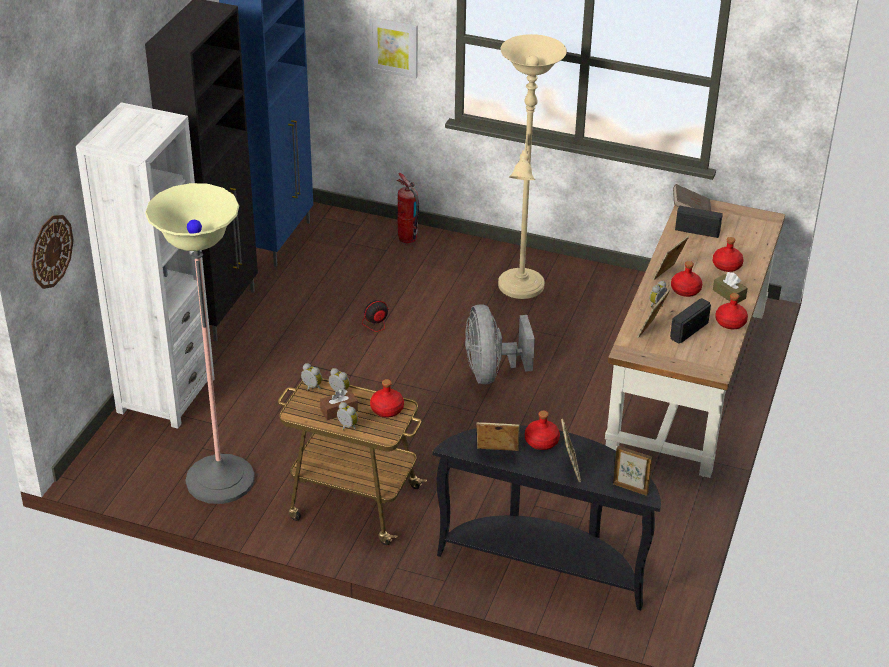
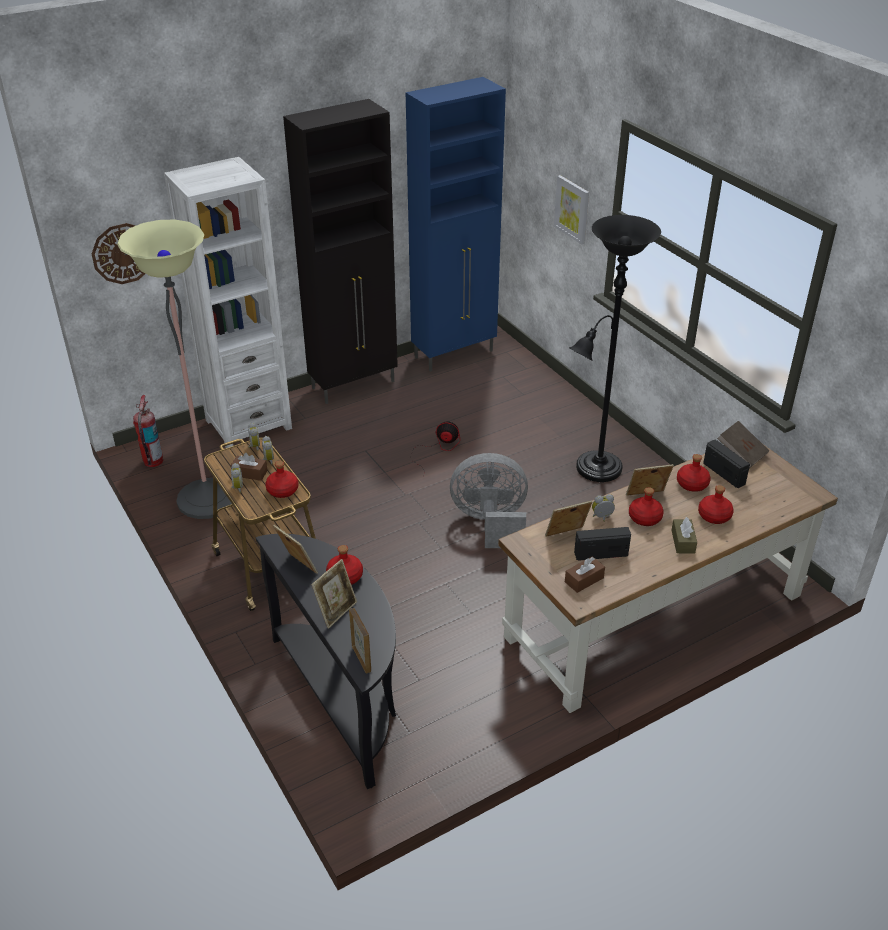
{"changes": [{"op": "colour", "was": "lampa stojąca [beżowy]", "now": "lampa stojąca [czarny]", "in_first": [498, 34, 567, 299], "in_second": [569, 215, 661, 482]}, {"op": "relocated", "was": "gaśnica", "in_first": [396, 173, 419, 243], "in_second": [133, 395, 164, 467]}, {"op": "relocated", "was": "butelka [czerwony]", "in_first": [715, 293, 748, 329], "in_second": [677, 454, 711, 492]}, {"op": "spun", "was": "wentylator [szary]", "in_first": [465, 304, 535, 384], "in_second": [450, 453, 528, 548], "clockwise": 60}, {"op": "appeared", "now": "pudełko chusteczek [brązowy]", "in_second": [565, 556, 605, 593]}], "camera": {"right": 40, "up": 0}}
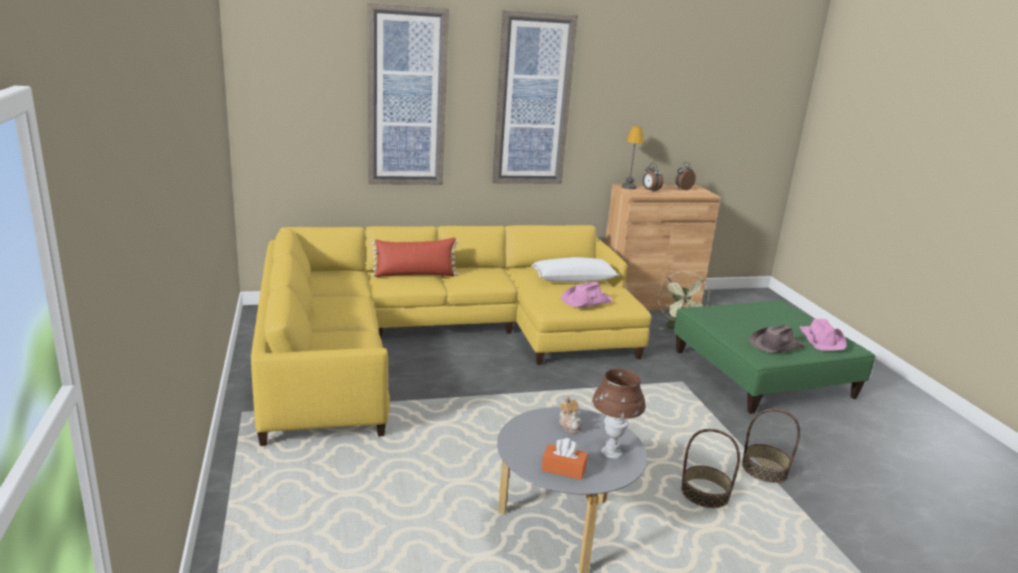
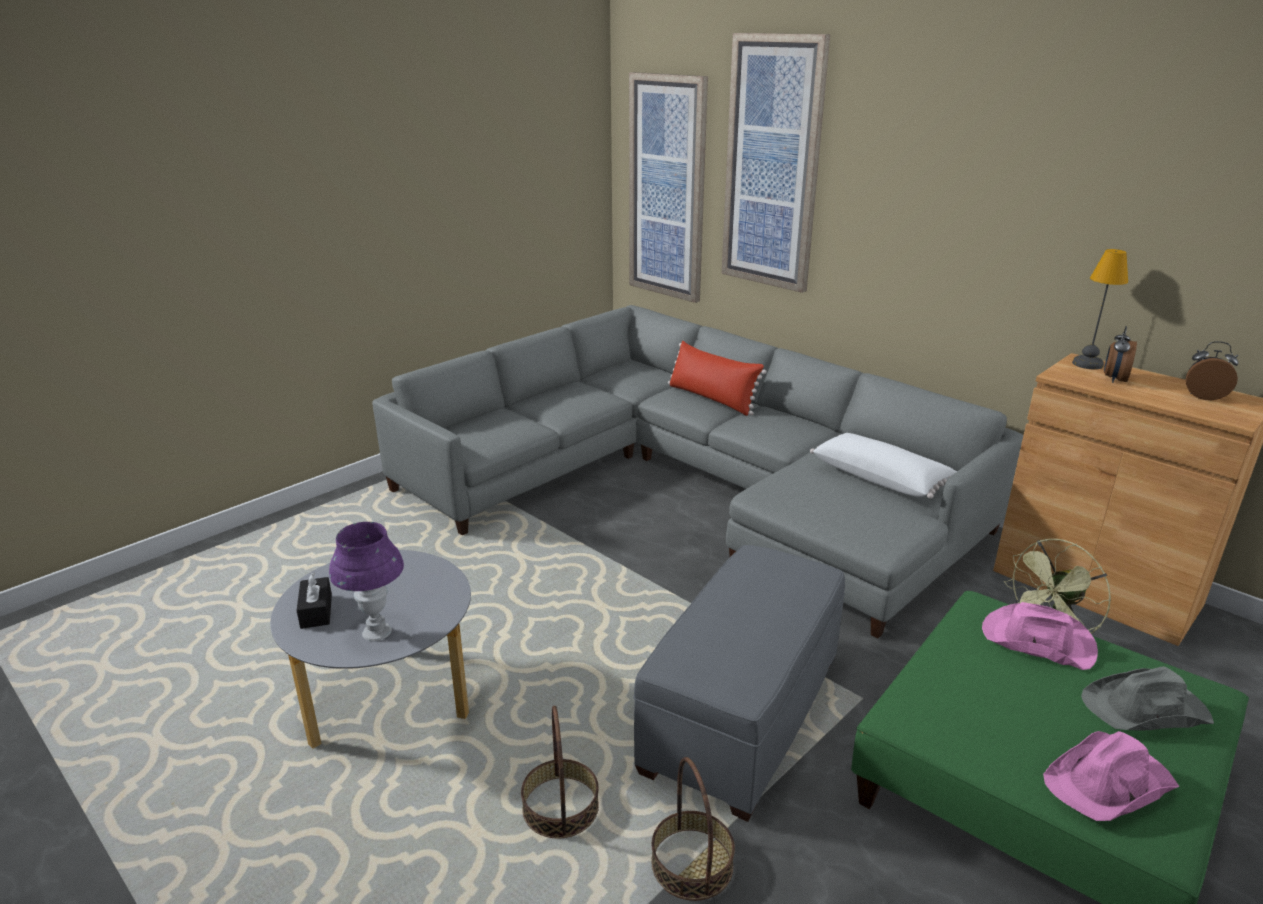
{"changes": [{"op": "relocated", "was": "obraz", "in_first": [492, 10, 578, 184], "in_second": [629, 72, 708, 303]}, {"op": "colour", "was": "kanapa [żółty]", "now": "kanapa [szary]", "in_first": [251, 225, 651, 446], "in_second": [372, 305, 1023, 638]}, {"op": "relocated", "was": "kapelusz [różowy]", "in_first": [561, 282, 613, 307], "in_second": [982, 602, 1098, 670]}, {"op": "missing", "was": "kapelusz [brązowy]", "in_first": [748, 325, 805, 353]}, {"op": "colour", "was": "lampa stołowa [brązowy]", "now": "lampa stołowa [fioletowy]", "in_first": [592, 369, 645, 459], "in_second": [329, 522, 404, 641]}, {"op": "missing", "was": "imbryk", "in_first": [559, 397, 582, 434]}, {"op": "colour", "was": "pudełko chusteczek [pomarańczowy]", "now": "pudełko chusteczek [czarny]", "in_first": [542, 438, 588, 480], "in_second": [296, 572, 332, 629]}, {"op": "appeared", "now": "pufa [szary]", "in_second": [633, 545, 845, 822]}, {"op": "appeared", "now": "kapelusz [szary]", "in_second": [1081, 667, 1214, 731]}], "camera": {"right": 60, "up": 5}}
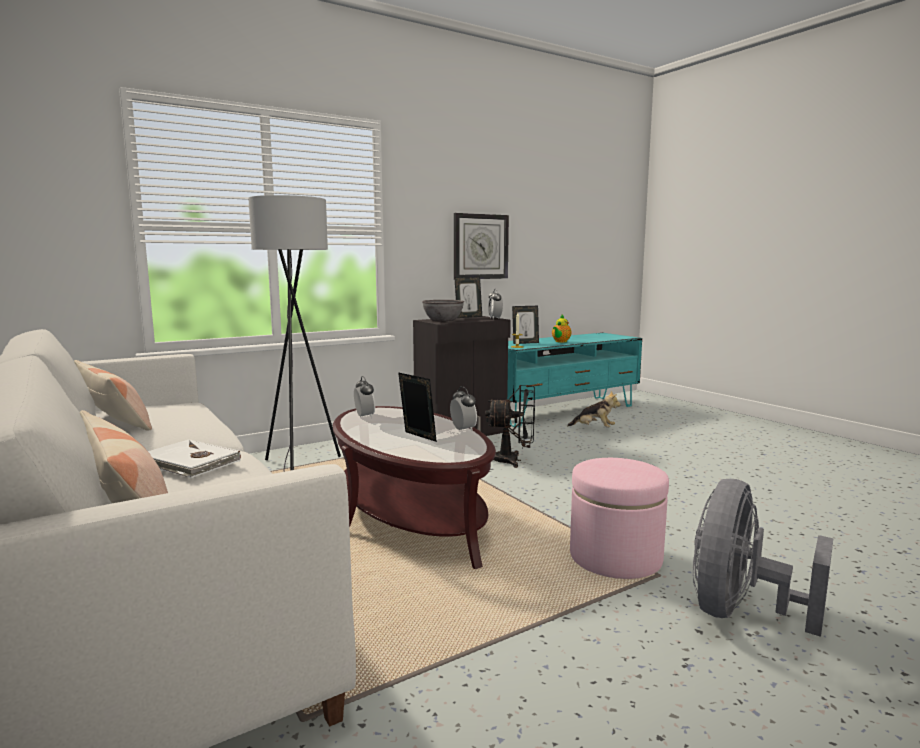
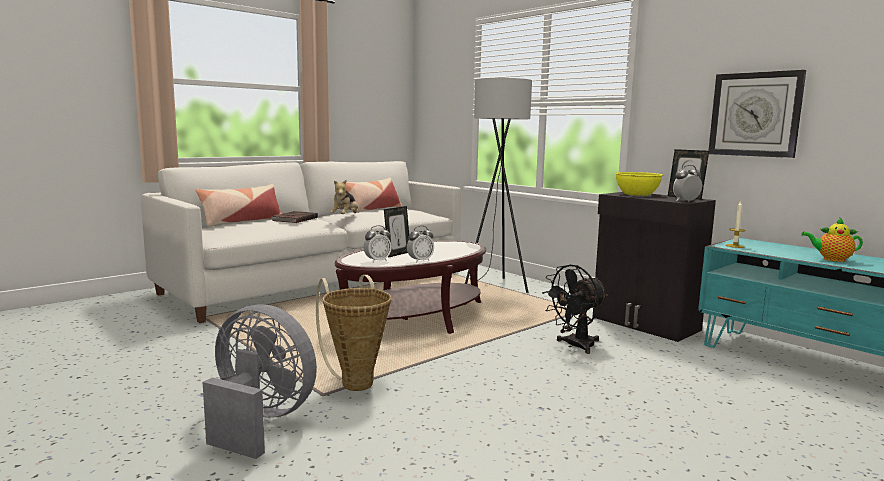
{"changes": [{"op": "colour", "was": "miska [szary]", "now": "miska [żółty]", "in_first": [422, 300, 464, 322], "in_second": [615, 172, 663, 196]}, {"op": "missing", "was": "ramka na zdjęcie", "in_first": [512, 306, 539, 344]}, {"op": "relocated", "was": "budzik", "in_first": [354, 376, 375, 418], "in_second": [364, 225, 392, 263]}, {"op": "spun", "was": "wentylator [czarny]", "in_first": [485, 385, 535, 468], "in_second": [542, 265, 608, 354], "clockwise": 60}, {"op": "relocated", "was": "pluszak", "in_first": [567, 391, 621, 427], "in_second": [330, 180, 358, 214]}, {"op": "colour", "was": "książka [biały]", "now": "książka [brązowy]", "in_first": [148, 439, 241, 478], "in_second": [270, 211, 318, 223]}, {"op": "exchanged", "was": "pufa [różowy]", "now": "koszyk", "in_first": [570, 458, 669, 579], "in_second": [316, 275, 391, 391]}], "camera": {"right": 80, "up": 0}}
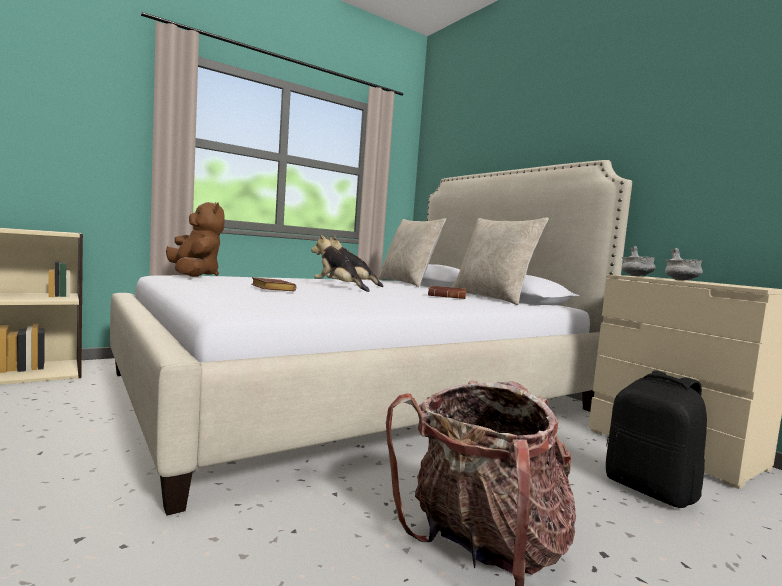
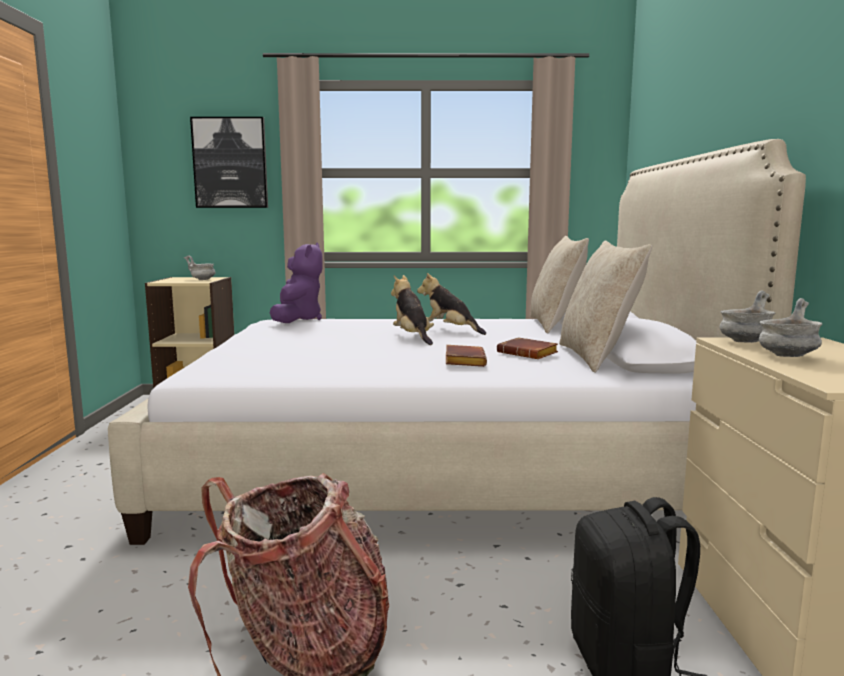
{"changes": [{"op": "colour", "was": "pluszak [brązowy]", "now": "pluszak [fioletowy]", "in_first": [166, 202, 225, 277], "in_second": [270, 242, 323, 323]}, {"op": "relocated", "was": "książka [brązowy]", "in_first": [251, 277, 296, 291], "in_second": [446, 345, 487, 367]}, {"op": "appeared", "now": "obraz", "in_second": [190, 117, 268, 208]}, {"op": "appeared", "now": "miska [szary]", "in_second": [184, 255, 216, 280]}], "camera": {"right": 35, "up": 5}}
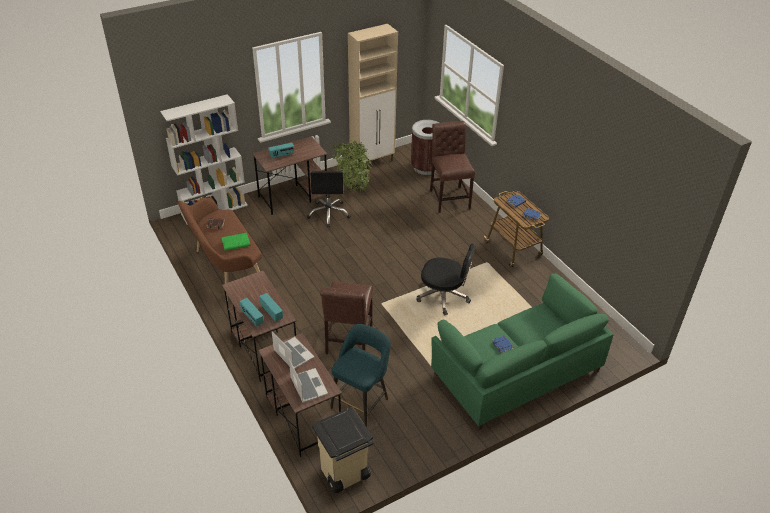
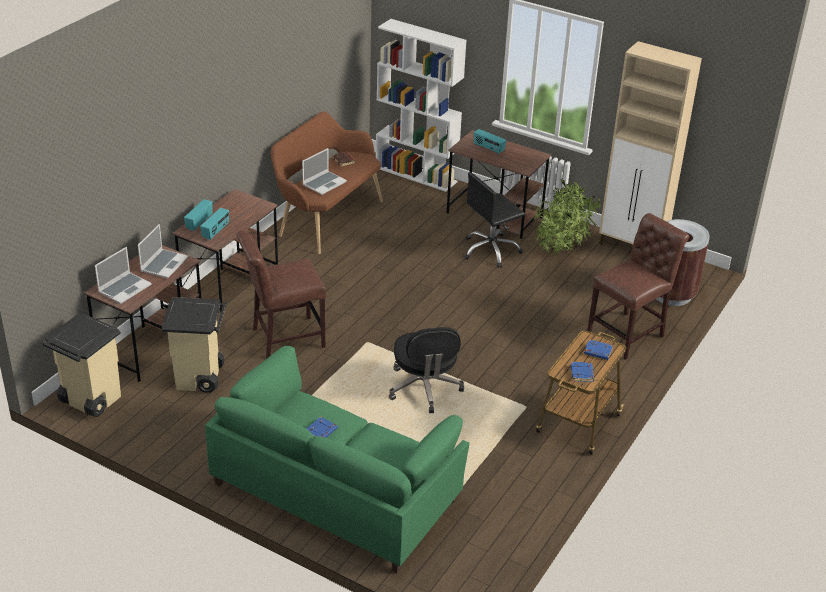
{"changes": [{"op": "exchanged", "was": "książka [zielony]", "now": "laptop", "in_first": [221, 233, 250, 251], "in_second": [302, 148, 347, 195]}, {"op": "exchanged", "was": "stołek [turkusowy]", "now": "kosz na śmieci [beżowy]", "in_first": [330, 324, 391, 427], "in_second": [162, 297, 226, 393]}], "camera": {"right": 60, "up": -5}}
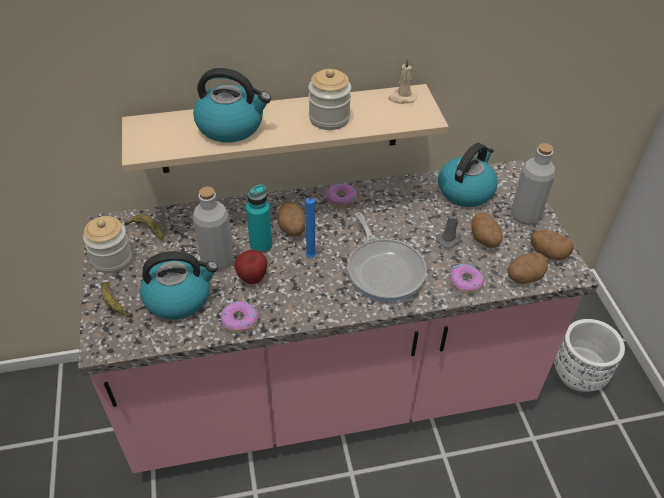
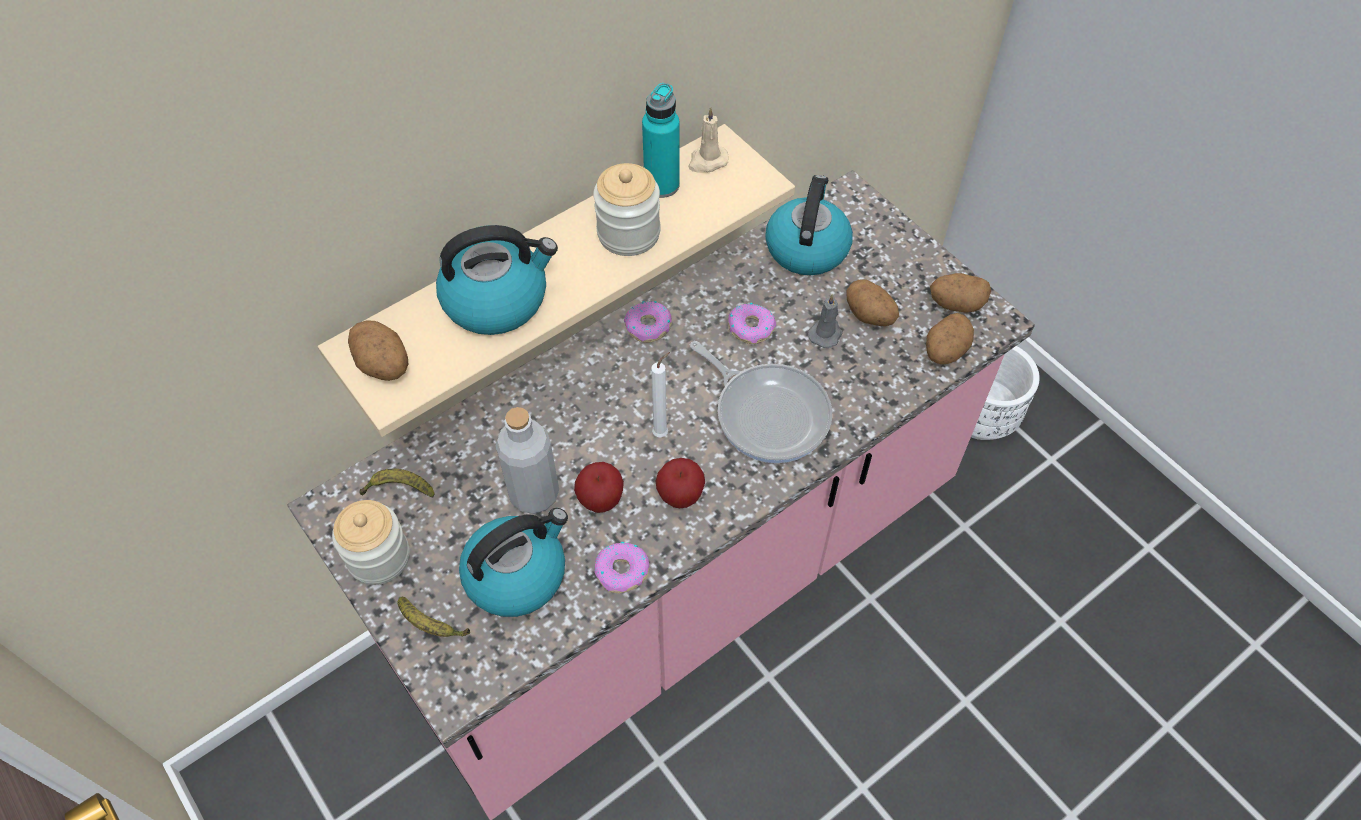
{"changes": [{"op": "missing", "was": "butelka [szary]", "in_first": [511, 143, 555, 225]}, {"op": "relocated", "was": "butelka [turkusowy]", "in_first": [246, 184, 272, 253], "in_second": [642, 83, 680, 198]}, {"op": "colour", "was": "świeca [niebieski]", "now": "świeca [biały]", "in_first": [306, 192, 320, 258], "in_second": [651, 352, 670, 438]}, {"op": "relocated", "was": "ziemniak", "in_first": [278, 202, 306, 236], "in_second": [348, 320, 408, 381]}, {"op": "relocated", "was": "donut", "in_first": [449, 264, 484, 293], "in_second": [728, 303, 776, 344]}, {"op": "appeared", "now": "jabłko", "in_second": [656, 458, 705, 508]}], "camera": {"right": -25, "up": 10}}
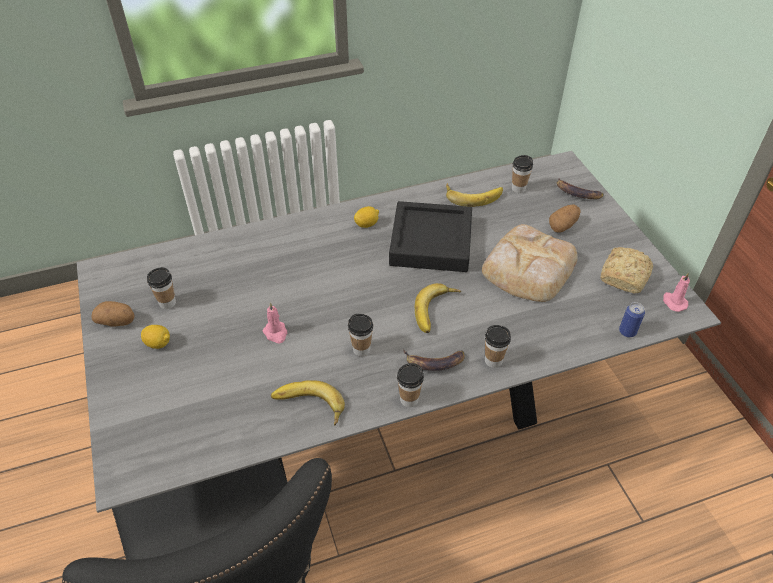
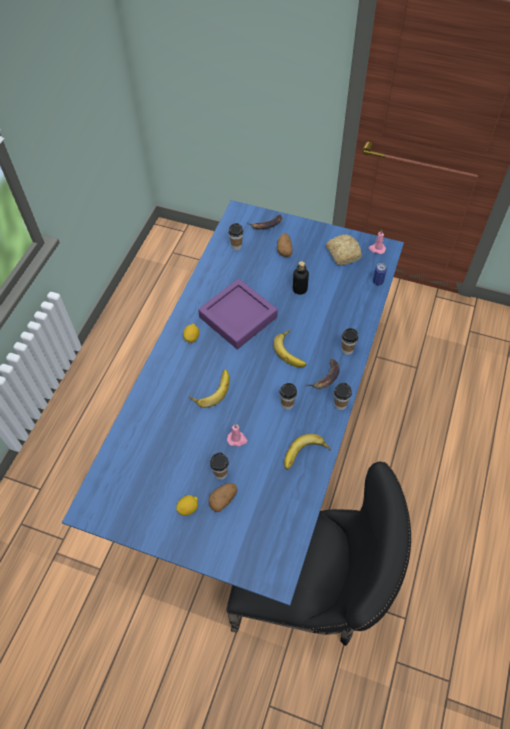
{"changes": [{"op": "colour", "was": "stół jadalny [szary]", "now": "stół jadalny [niebieski]", "in_first": [77, 151, 721, 513], "in_second": [62, 200, 404, 606]}, {"op": "relocated", "was": "banan", "in_first": [446, 183, 503, 207], "in_second": [189, 369, 230, 408]}, {"op": "colour", "was": "taca [czarny]", "now": "taca [fioletowy]", "in_first": [389, 201, 472, 272], "in_second": [198, 279, 278, 349]}, {"op": "exchanged", "was": "chleb", "now": "butelka", "in_first": [482, 224, 578, 302], "in_second": [293, 261, 309, 295]}, {"op": "relocated", "was": "filiżanka", "in_first": [147, 267, 176, 309], "in_second": [210, 453, 229, 480]}, {"op": "relocated", "was": "ziemniak", "in_first": [91, 301, 135, 326], "in_second": [209, 483, 237, 512]}], "camera": {"right": -50, "up": 10}}
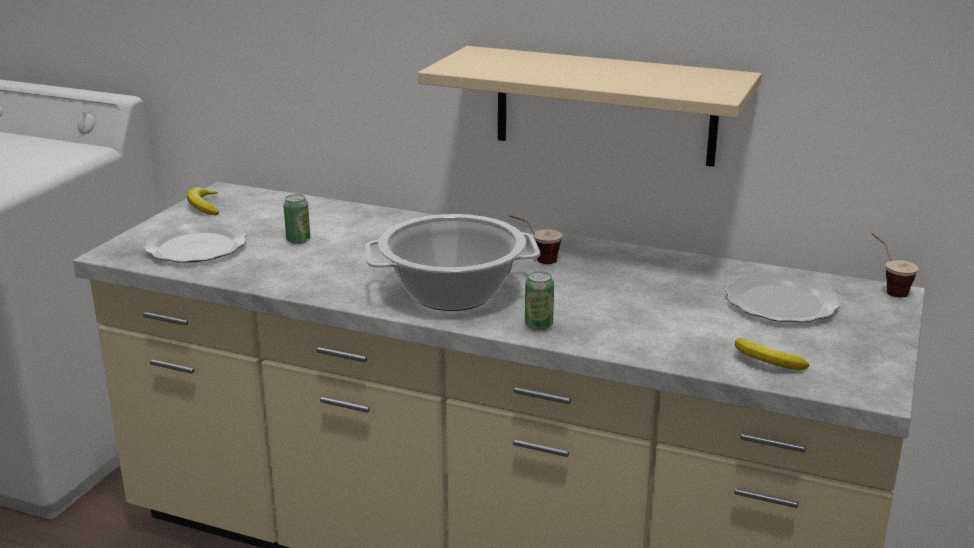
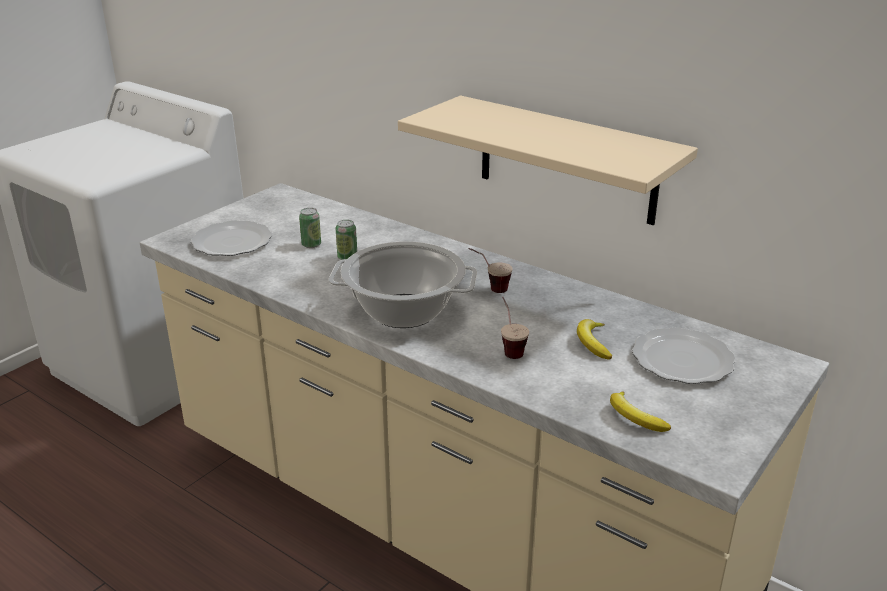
{"changes": [{"op": "relocated", "was": "banan", "in_first": [187, 187, 219, 215], "in_second": [577, 319, 612, 360]}, {"op": "relocated", "was": "filiżanka", "in_first": [872, 233, 918, 298], "in_second": [501, 296, 529, 359]}, {"op": "relocated", "was": "puszka", "in_first": [525, 272, 554, 330], "in_second": [336, 220, 357, 260]}], "camera": {"right": 15, "up": 5}}
